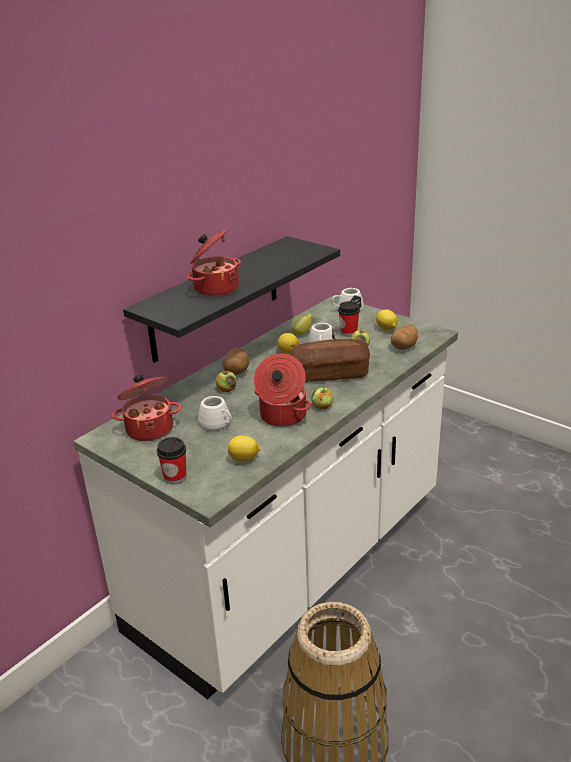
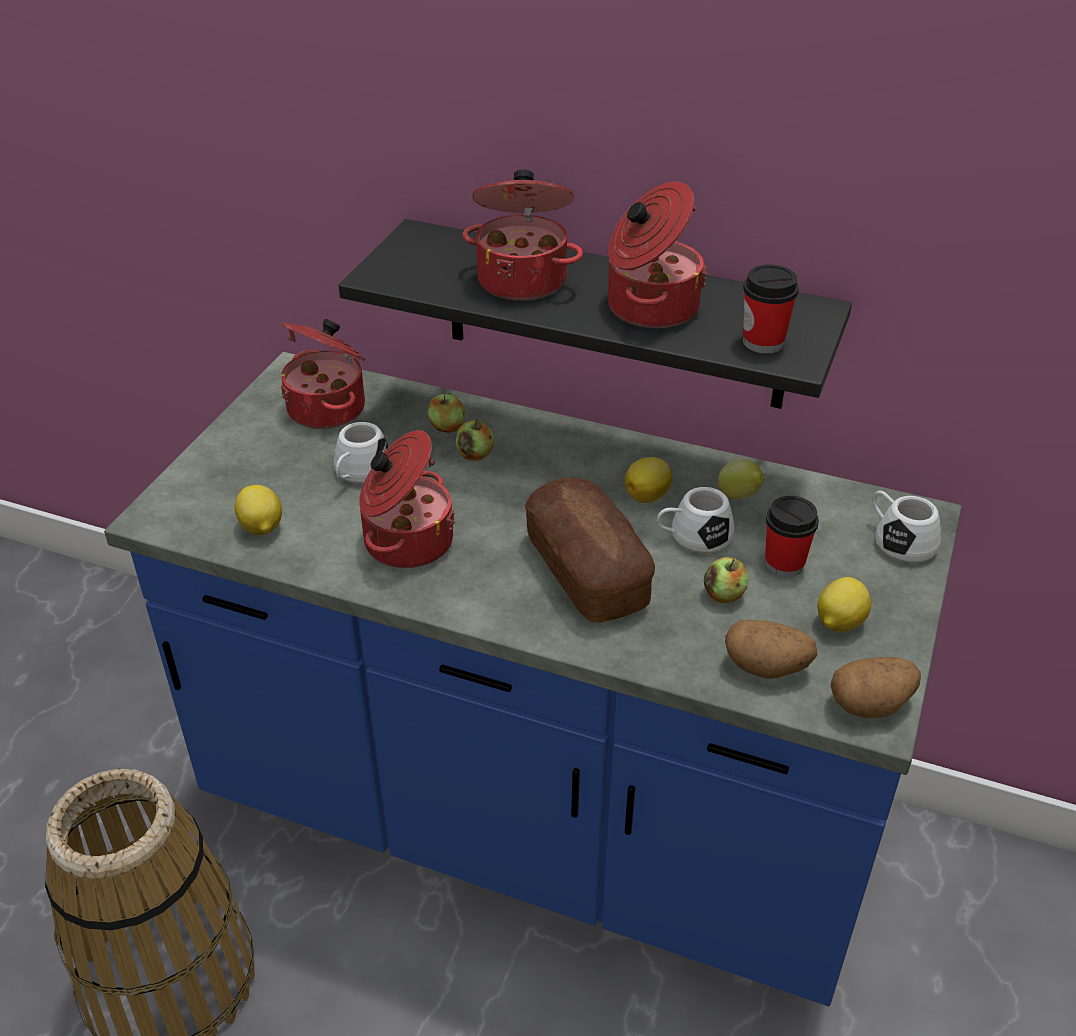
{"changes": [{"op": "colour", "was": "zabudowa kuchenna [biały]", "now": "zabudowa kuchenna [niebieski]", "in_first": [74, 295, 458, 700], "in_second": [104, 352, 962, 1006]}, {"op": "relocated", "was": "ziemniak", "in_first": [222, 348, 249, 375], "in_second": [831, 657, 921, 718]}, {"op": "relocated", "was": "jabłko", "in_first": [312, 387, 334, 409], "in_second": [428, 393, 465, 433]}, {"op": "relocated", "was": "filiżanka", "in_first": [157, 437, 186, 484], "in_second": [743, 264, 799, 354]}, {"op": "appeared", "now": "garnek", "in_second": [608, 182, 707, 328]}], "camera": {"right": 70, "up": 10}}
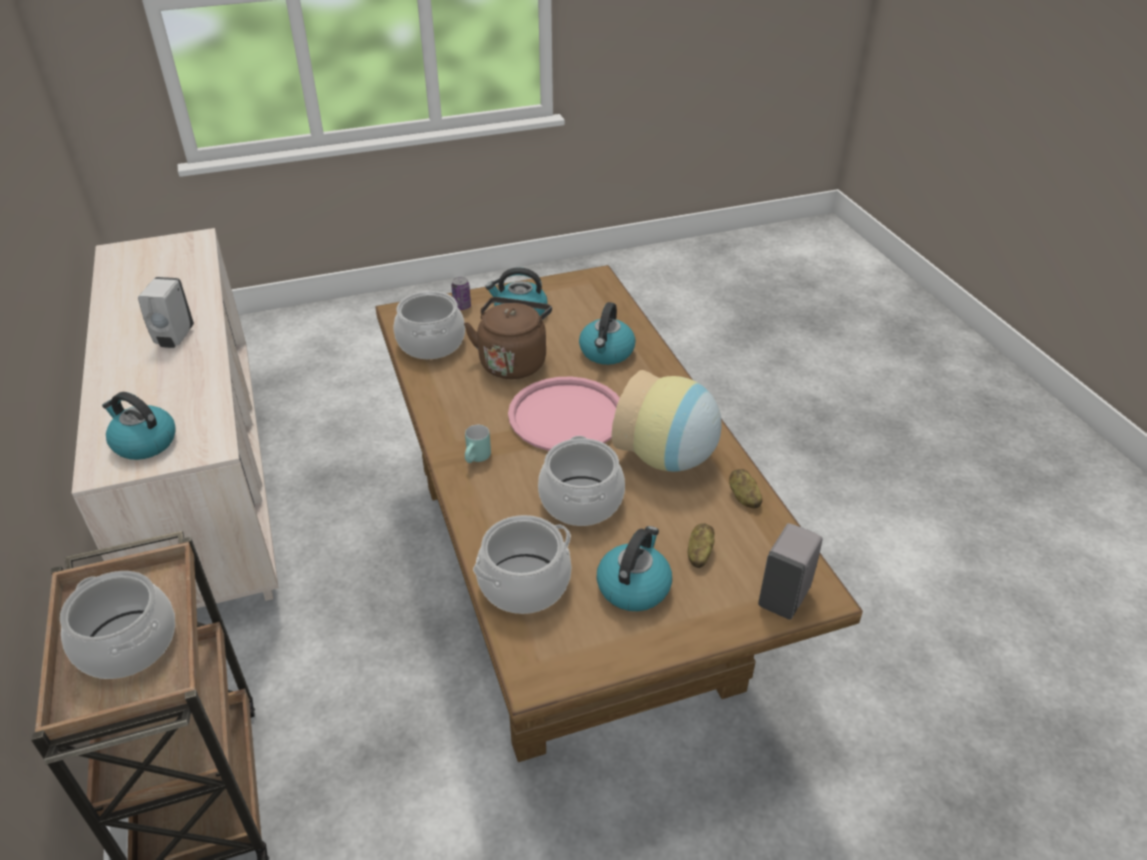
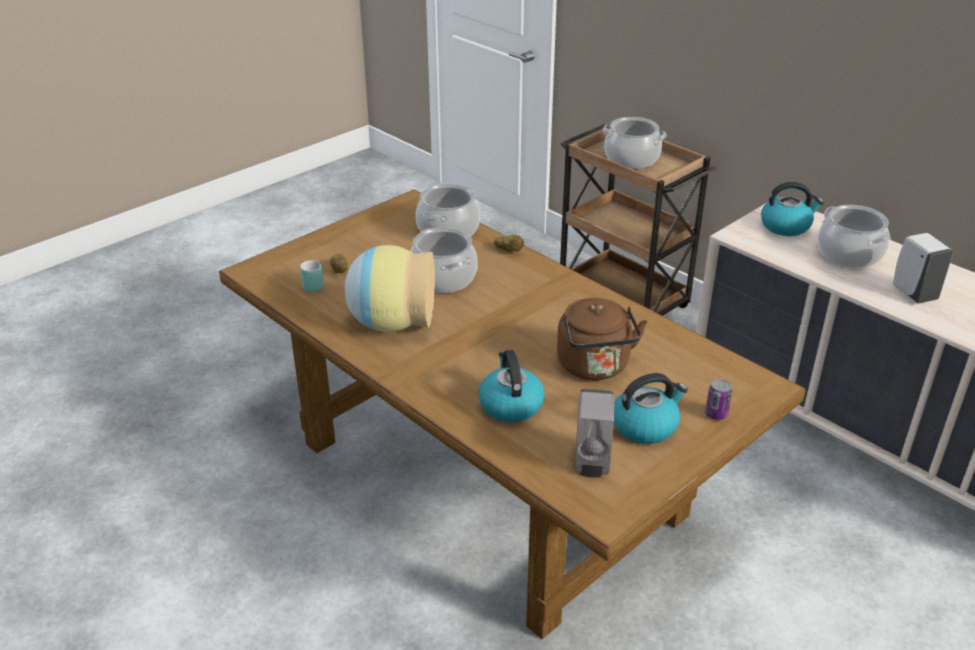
{"changes": [{"op": "relocated", "was": "garnek", "in_first": [394, 290, 465, 359], "in_second": [818, 205, 891, 268]}, {"op": "missing", "was": "taca [różowy]", "in_first": [508, 377, 620, 451]}, {"op": "relocated", "was": "kubek [turkusowy]", "in_first": [465, 425, 491, 463], "in_second": [300, 260, 323, 292]}, {"op": "relocated", "was": "ziemniak", "in_first": [729, 469, 763, 508], "in_second": [494, 235, 524, 252]}, {"op": "relocated", "was": "dozownik mydła [szary]", "in_first": [758, 523, 823, 620], "in_second": [574, 389, 615, 478]}, {"op": "missing", "was": "czajnik", "in_first": [597, 526, 672, 611]}], "camera": {"right": 155, "up": -5}}
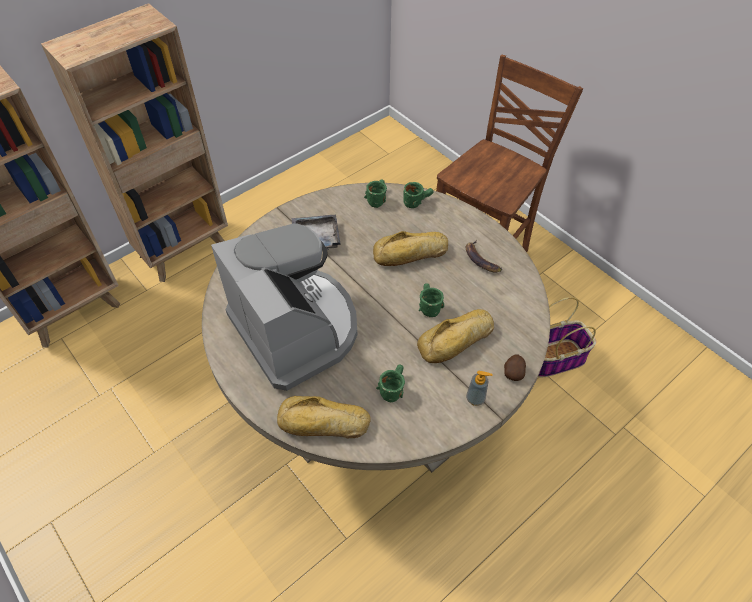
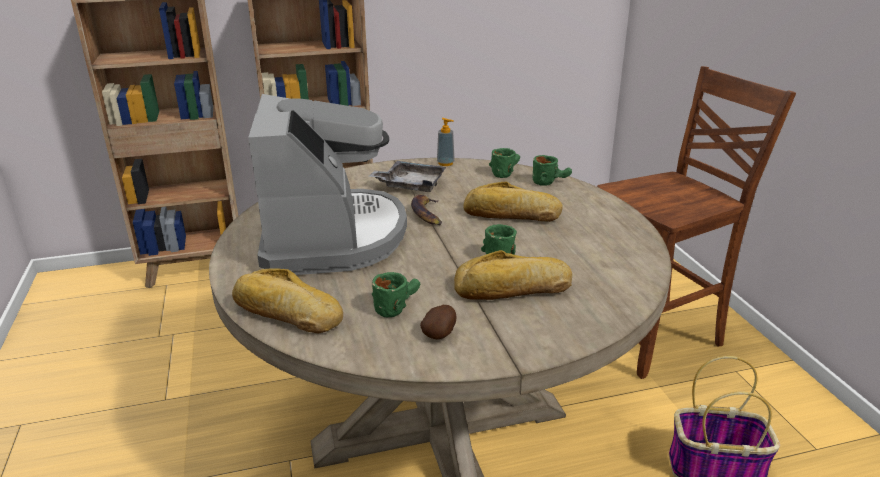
{"changes": [{"op": "relocated", "was": "banan", "in_first": [466, 240, 502, 273], "in_second": [411, 195, 442, 225]}, {"op": "relocated", "was": "ziemniak", "in_first": [504, 354, 526, 381], "in_second": [420, 305, 456, 339]}, {"op": "relocated", "was": "dozownik mydła", "in_first": [466, 370, 493, 406], "in_second": [437, 118, 455, 166]}], "camera": {"right": 25, "up": -25}}
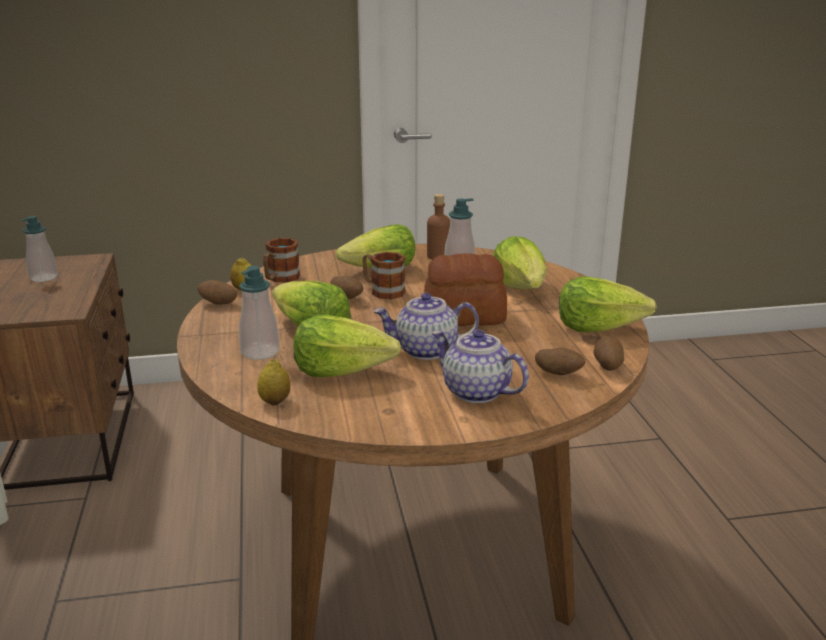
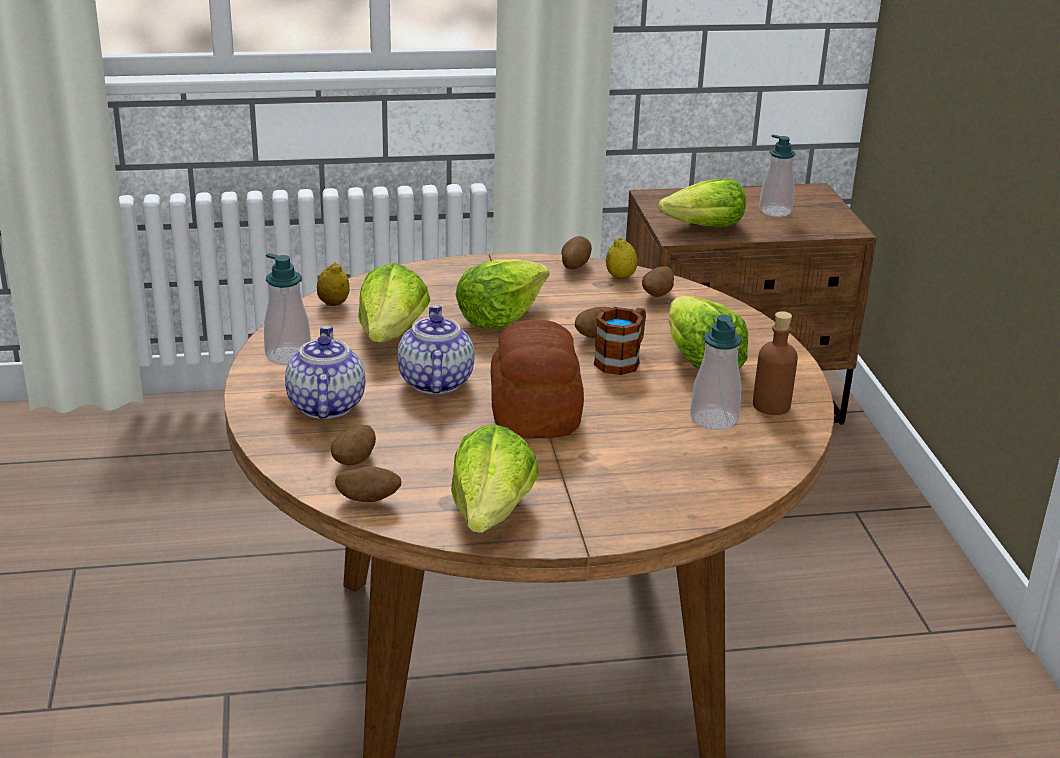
{"changes": [{"op": "relocated", "was": "sałata", "in_first": [493, 236, 547, 289], "in_second": [658, 178, 746, 227]}, {"op": "exchanged", "was": "kubek", "now": "ziemniak", "in_first": [263, 238, 300, 282], "in_second": [642, 266, 674, 297]}, {"op": "relocated", "was": "dozownik mydła", "in_first": [239, 266, 280, 360], "in_second": [264, 253, 311, 365]}, {"op": "spun", "was": "imbryk", "in_first": [431, 329, 529, 403], "in_second": [285, 325, 365, 419], "clockwise": -45}], "camera": {"right": 90, "up": 5}}
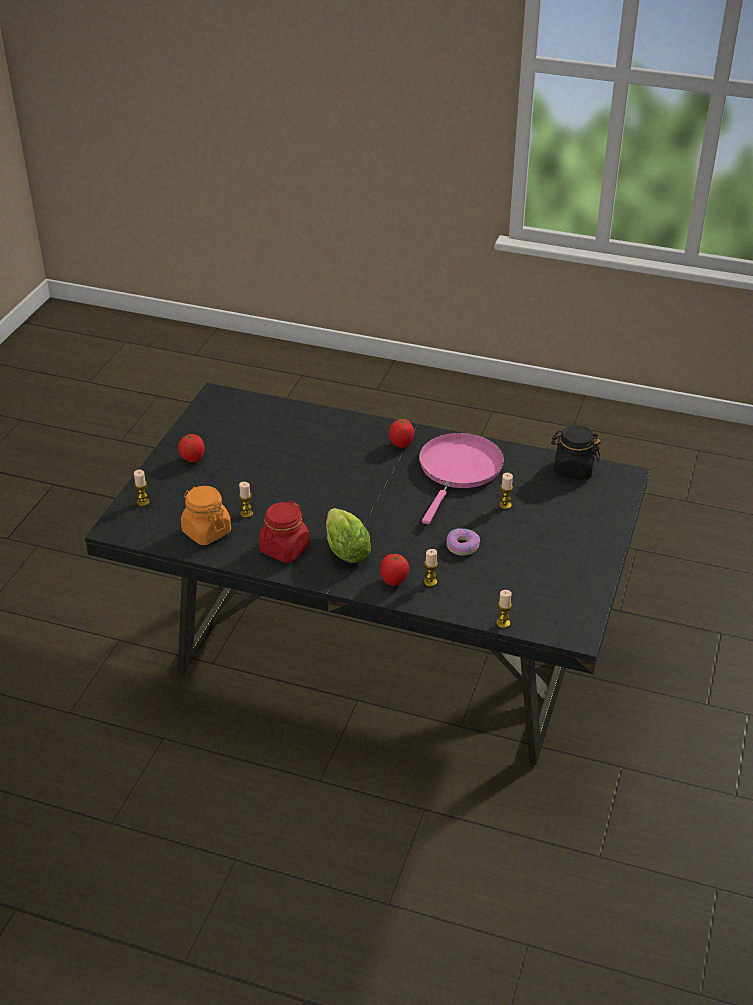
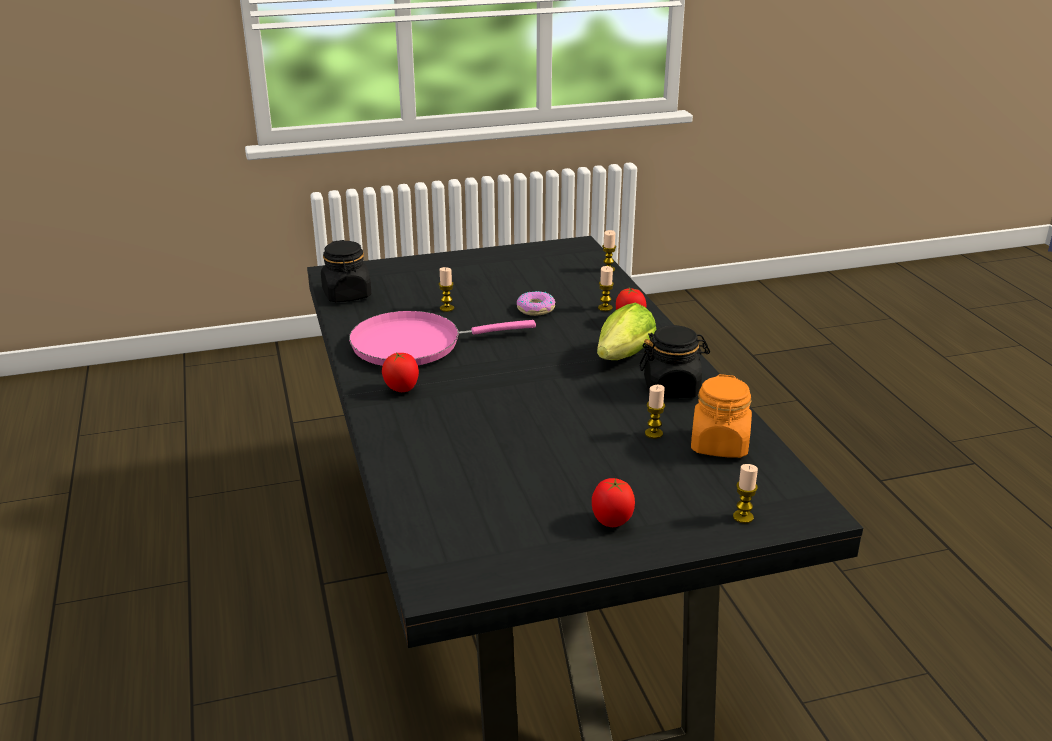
{"changes": [{"op": "colour", "was": "słoik [czerwony]", "now": "słoik [czarny]", "in_first": [259, 501, 310, 563], "in_second": [639, 325, 710, 398]}], "camera": {"right": -125, "up": -10}}
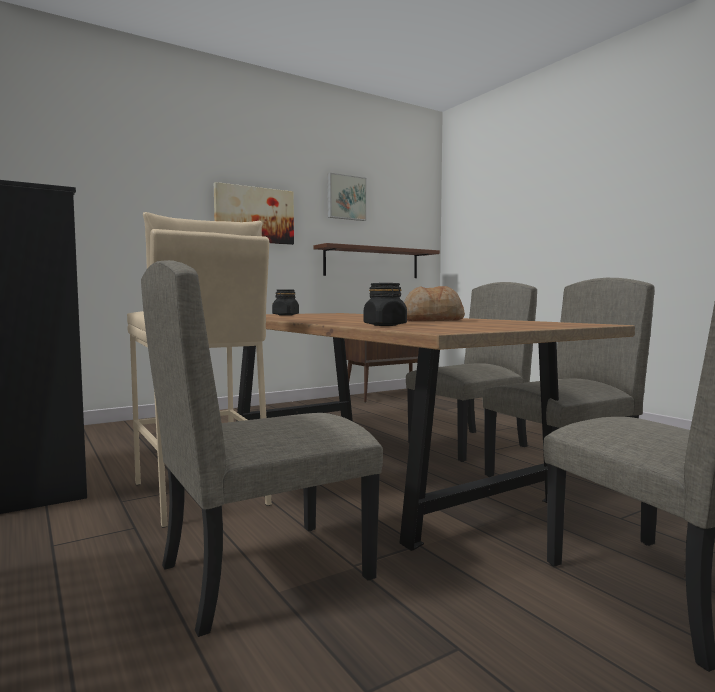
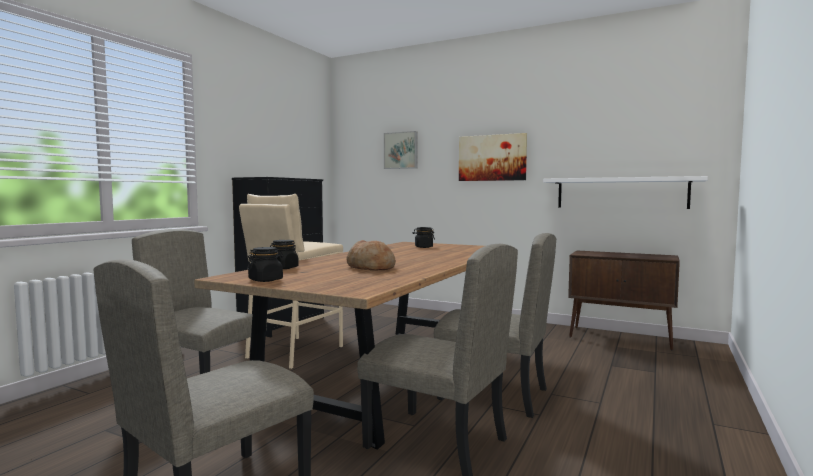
{"changes": [{"op": "relocated", "was": "obraz", "in_first": [327, 173, 367, 221], "in_second": [384, 131, 417, 169]}, {"op": "colour", "was": "półka [brązowy]", "now": "półka [biały]", "in_first": [313, 243, 440, 278], "in_second": [543, 176, 708, 209]}, {"op": "appeared", "now": "słoik [czarny]", "in_second": [247, 247, 283, 282]}], "camera": {"right": 60, "up": 0}}
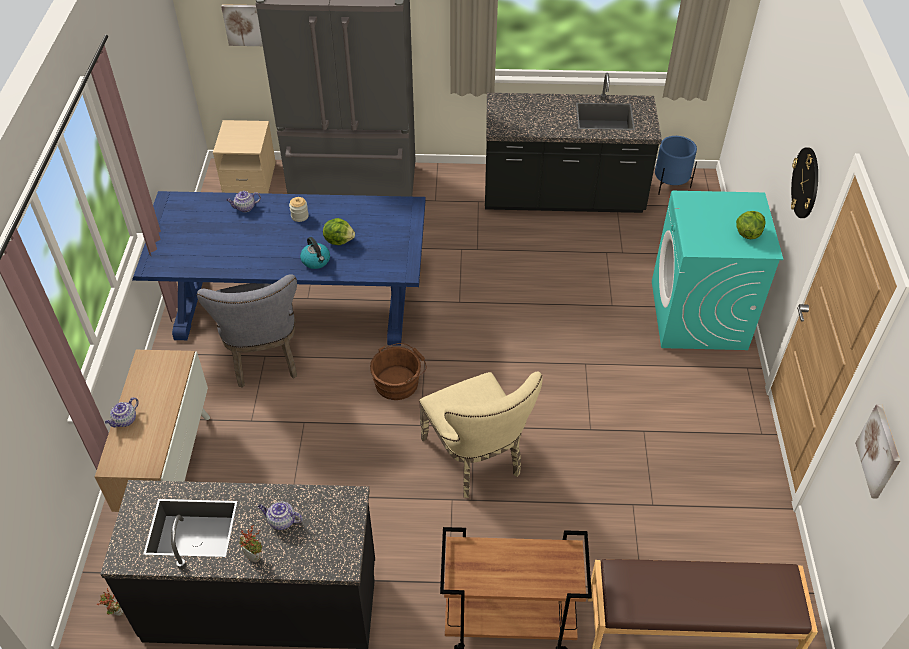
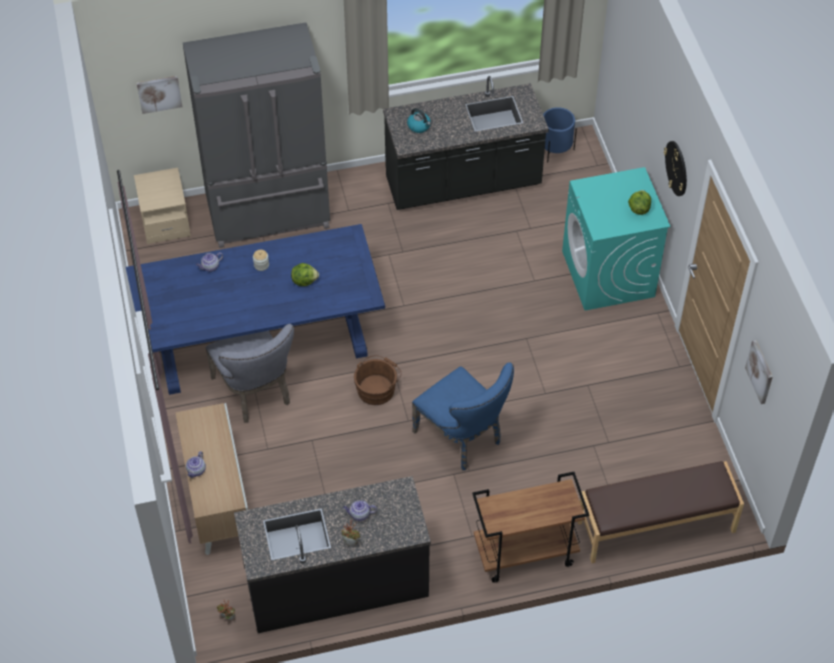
{"changes": [{"op": "relocated", "was": "czajnik", "in_first": [300, 237, 330, 269], "in_second": [407, 108, 431, 133]}, {"op": "colour", "was": "krzesło [beżowy]", "now": "krzesło [niebieski]", "in_first": [419, 372, 543, 498], "in_second": [412, 362, 514, 471]}], "camera": {"right": -15, "up": 5}}
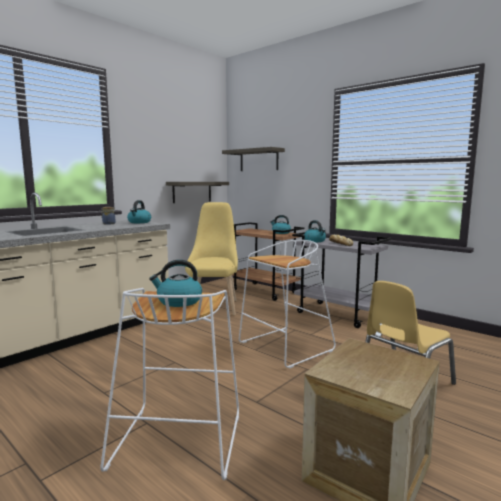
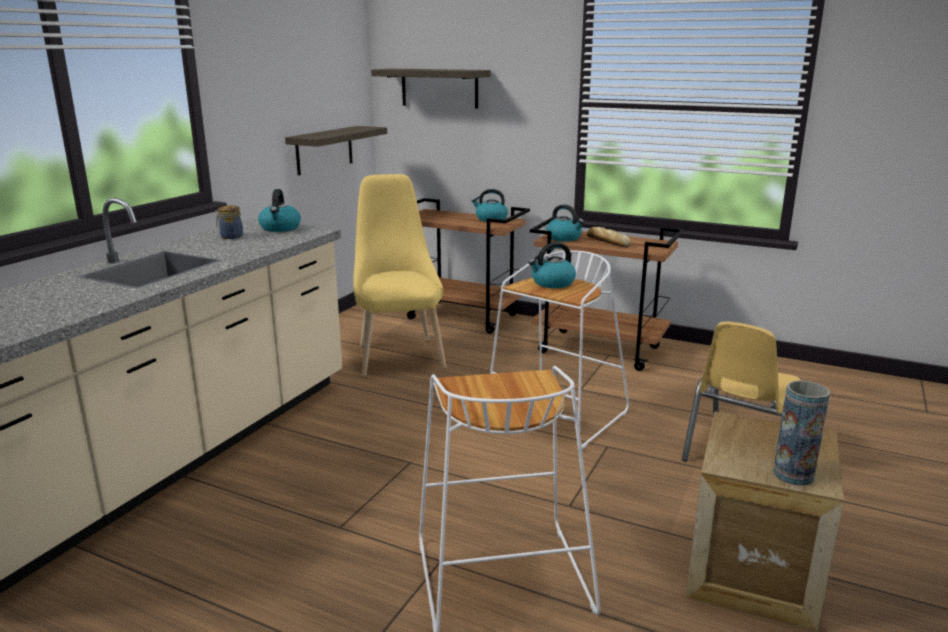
{"changes": [{"op": "colour", "was": "wózek [szary]", "now": "wózek [brązowy]", "in_first": [292, 232, 392, 328], "in_second": [530, 217, 684, 371]}, {"op": "relocated", "was": "czajnik", "in_first": [149, 260, 202, 307], "in_second": [528, 242, 576, 288]}, {"op": "appeared", "now": "wazon", "in_second": [773, 380, 830, 486]}], "camera": {"right": -15, "up": 10}}
